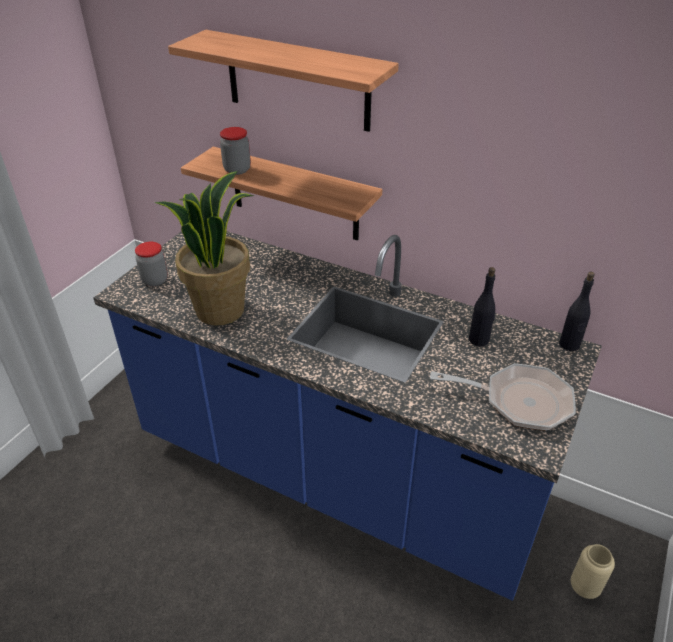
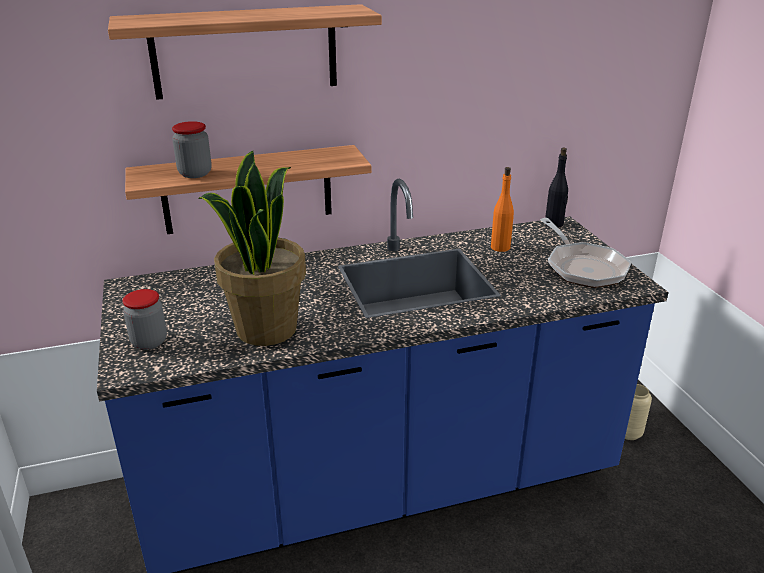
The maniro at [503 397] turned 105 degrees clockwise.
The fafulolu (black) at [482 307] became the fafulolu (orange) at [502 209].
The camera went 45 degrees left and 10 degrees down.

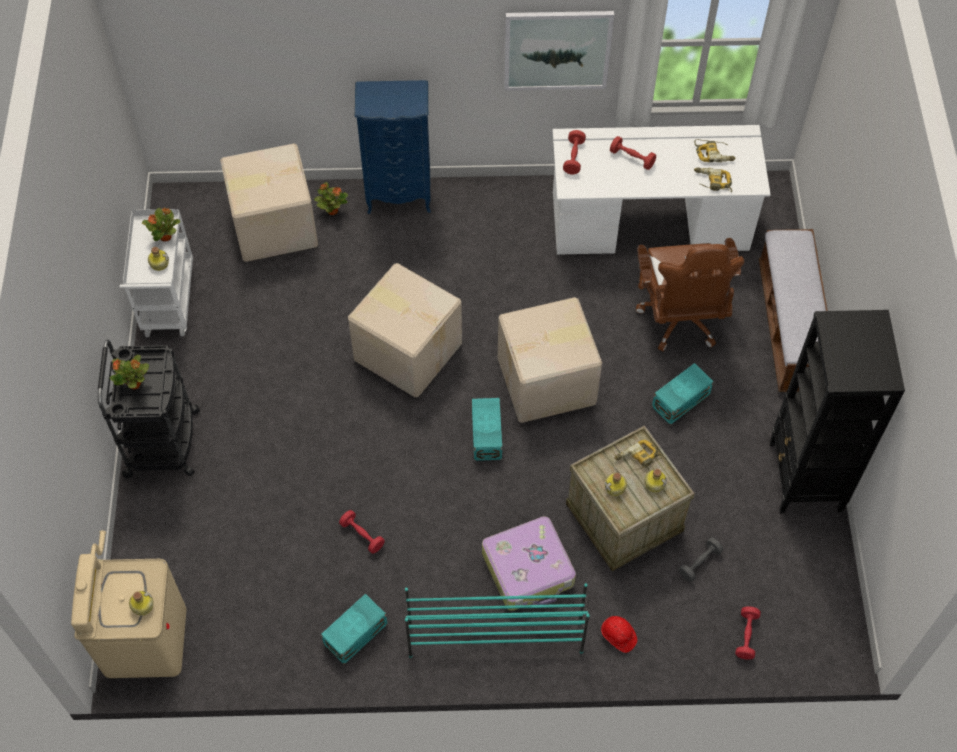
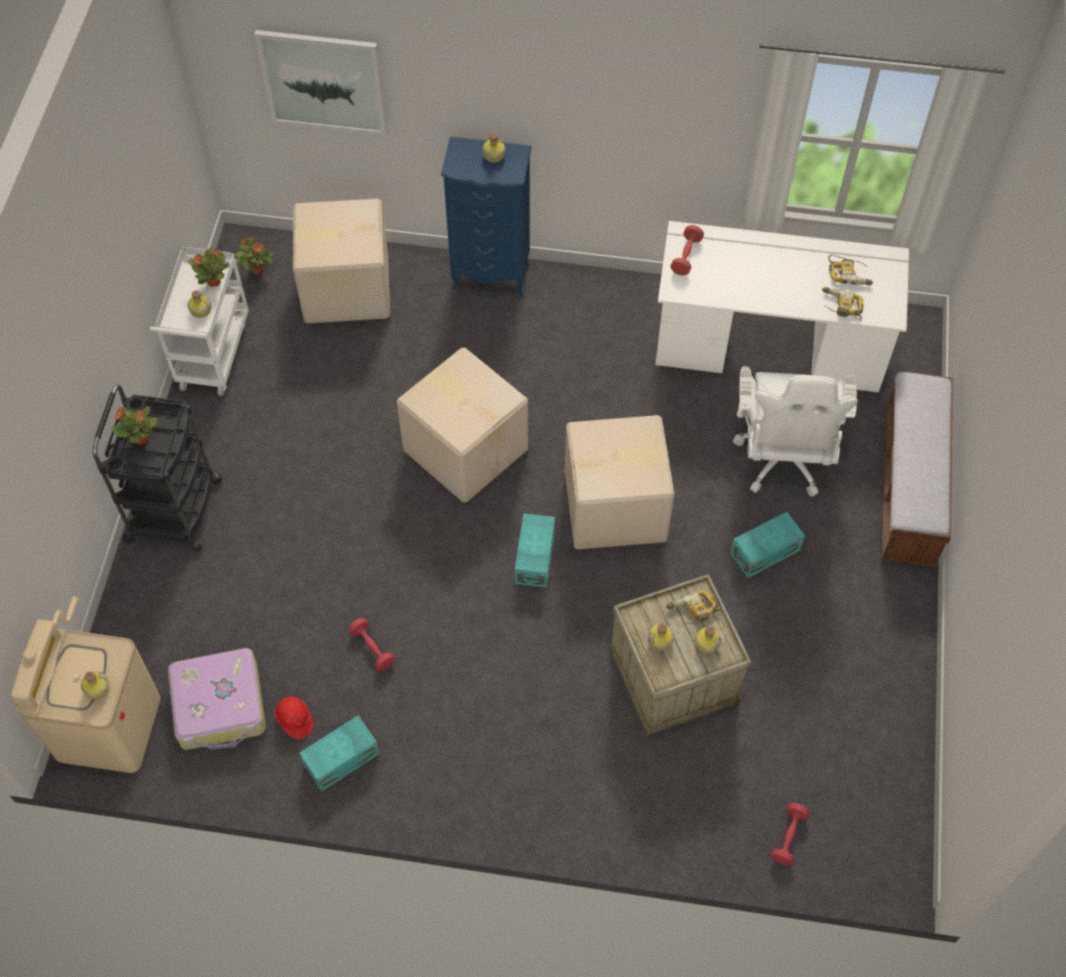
The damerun moved from [331 198] to [253 255].
The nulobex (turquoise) at [497 620] disappeared.
The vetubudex moved from [529 563] to [217 699].
The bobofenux moved from [559 51] to [320 83].
The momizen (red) moved from [619 634] to [294 718].
The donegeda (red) at [633 153] disappeared.
The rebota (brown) at [690 294] became the rebota (white) at [795 431].
The donegeda (grey) at [700 559] disappeared.
The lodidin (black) at [837 411] disappeared.
The fafulolu at [493 147] appeared.
The camera went 10 degrees right and 0 degrees up.

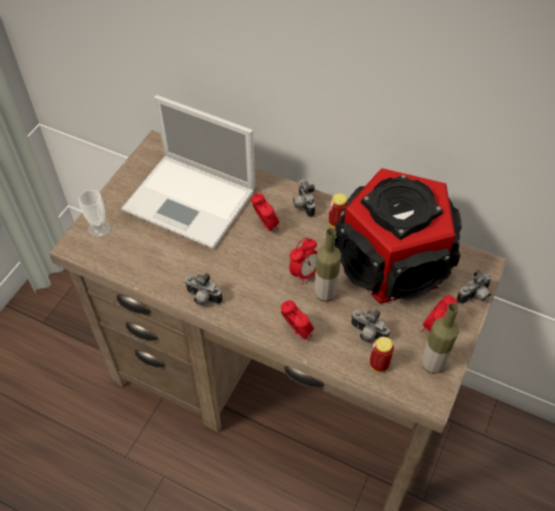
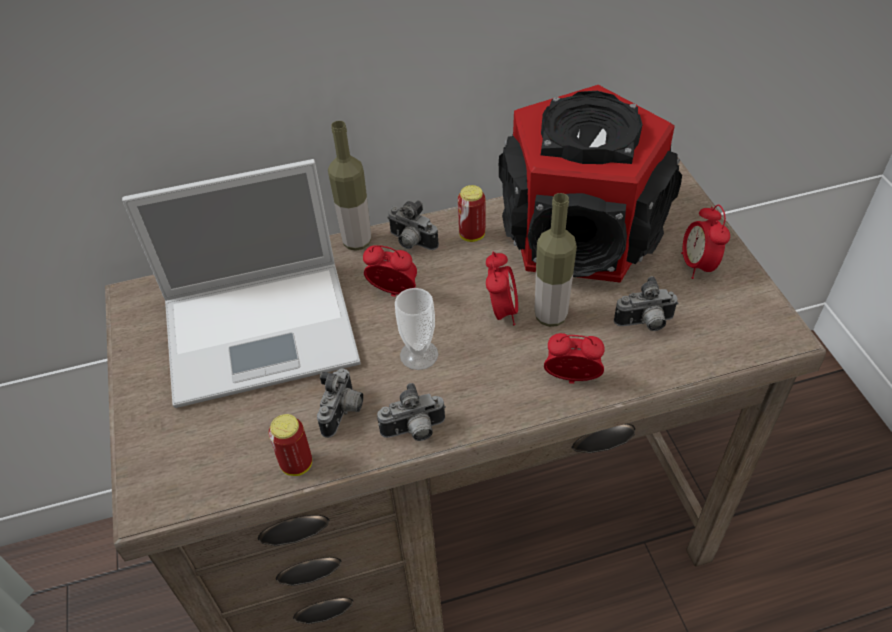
The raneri moved from [95 214] to [416 329].
The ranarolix moved from [382 354] to [290 445].
The fafulolu moved from [440 338] to [349 186].
The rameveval moved from [474 286] to [340 403].
The camera went 40 degrees left and 5 degrees down.

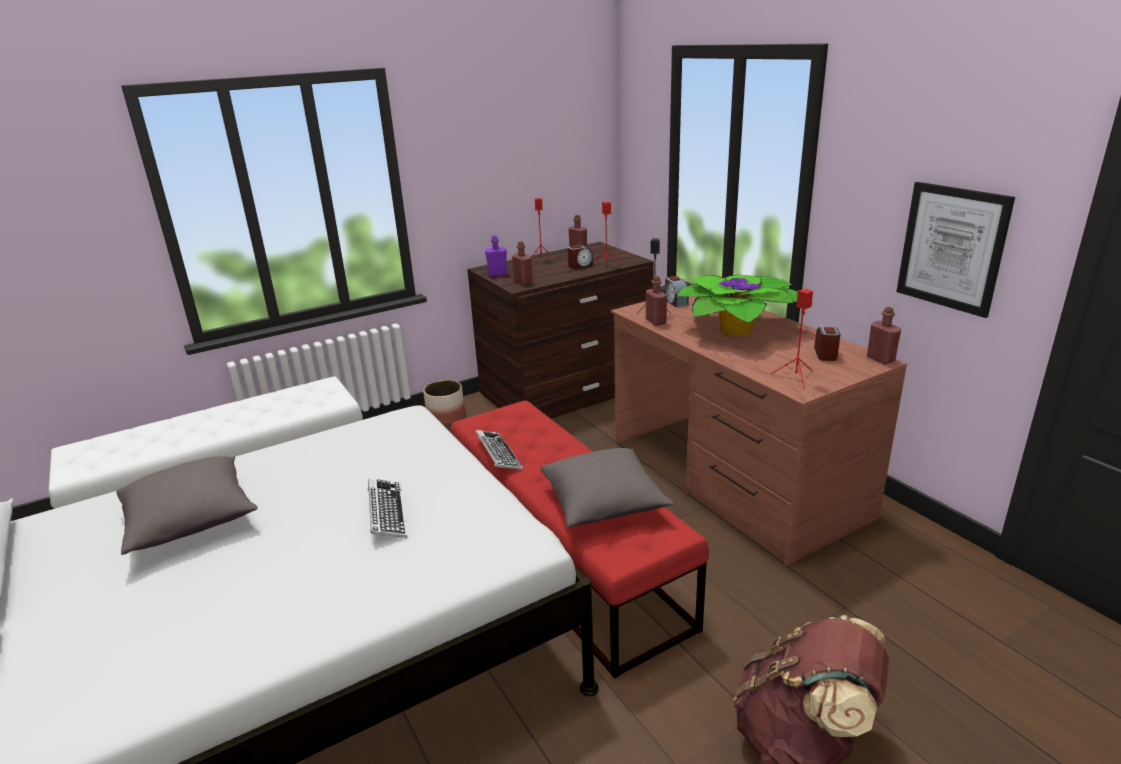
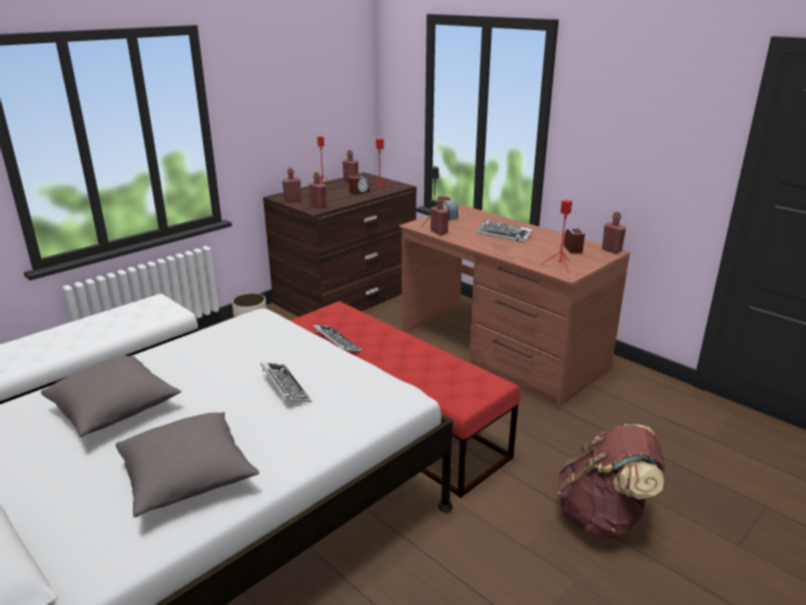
The fafulolu (purple) at [496 256] became the fafulolu (red) at [291 185].
The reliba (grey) moved from [607 488] to [187 465].
The damerun at [744 305] was replaced by the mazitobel at [504 231].
The bobofenux at [956 250] disappeared.
The camera went 15 degrees left and 0 degrees up.

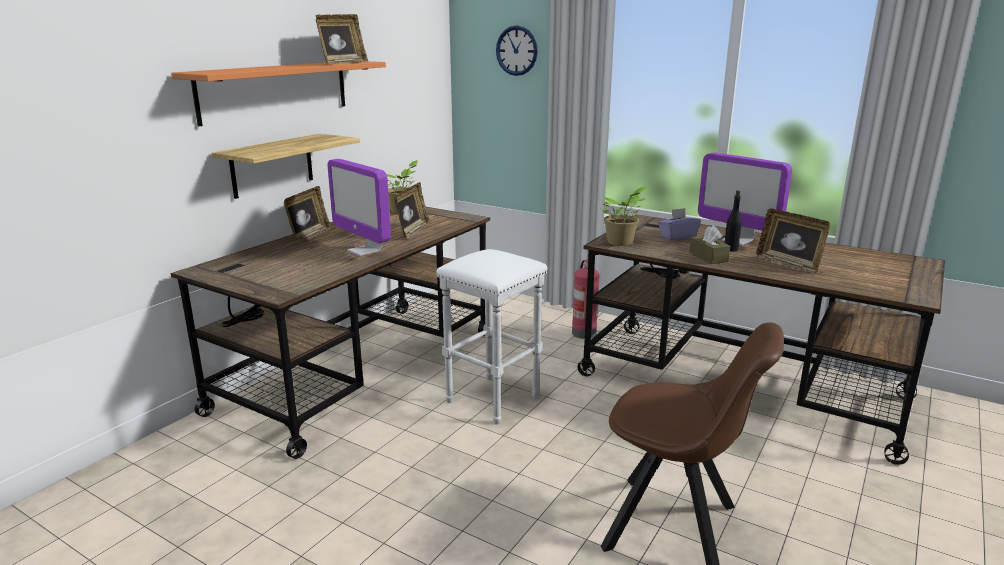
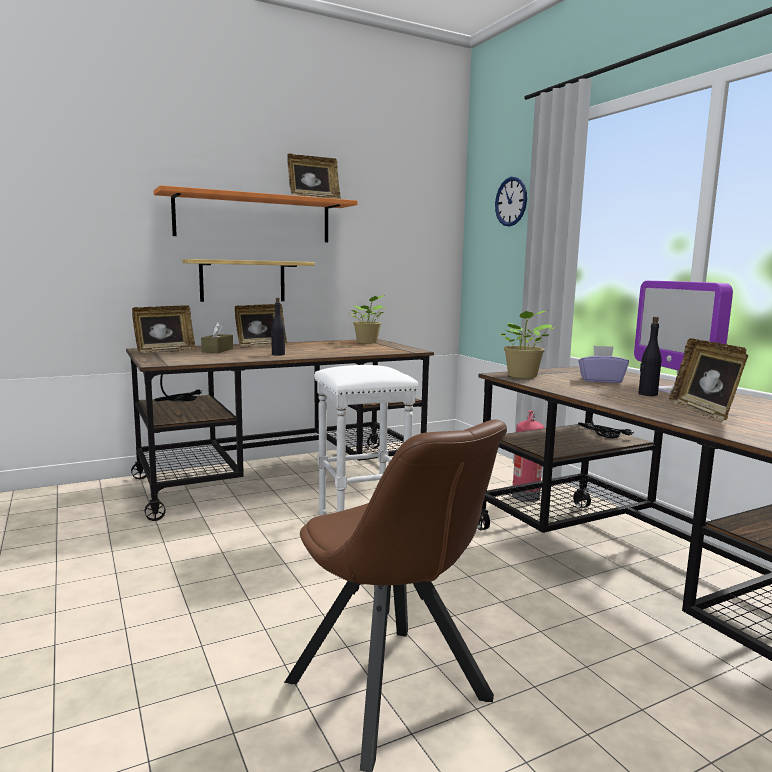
The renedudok at [359 207] was replaced by the fafulolu (black) at [278 327].
The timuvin moved from [412 210] to [164 329].
The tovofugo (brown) moved from [709 245] to [217 337].
The camera went 30 degrees right and 10 degrees down.

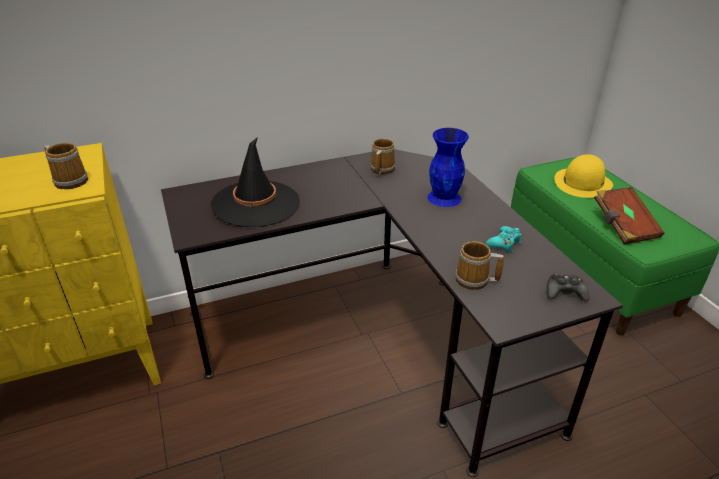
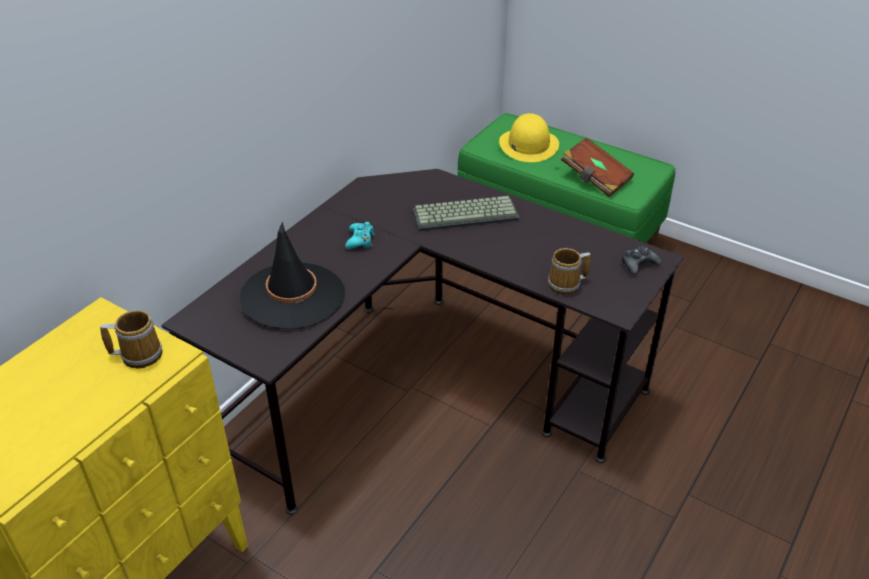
The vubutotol at [383 156] disappeared.
The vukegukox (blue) at [448 167] was replaced by the mazitobel at [466 213].
The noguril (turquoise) moved from [504 239] to [359 235].
The camera went 35 degrees left and 5 degrees up.

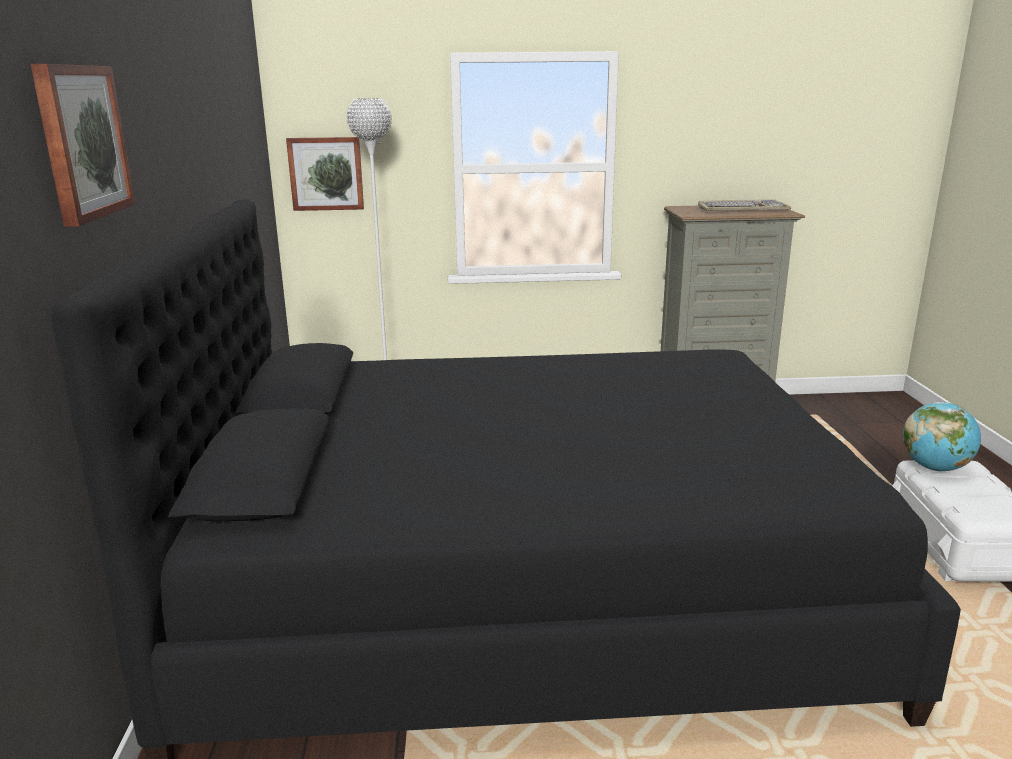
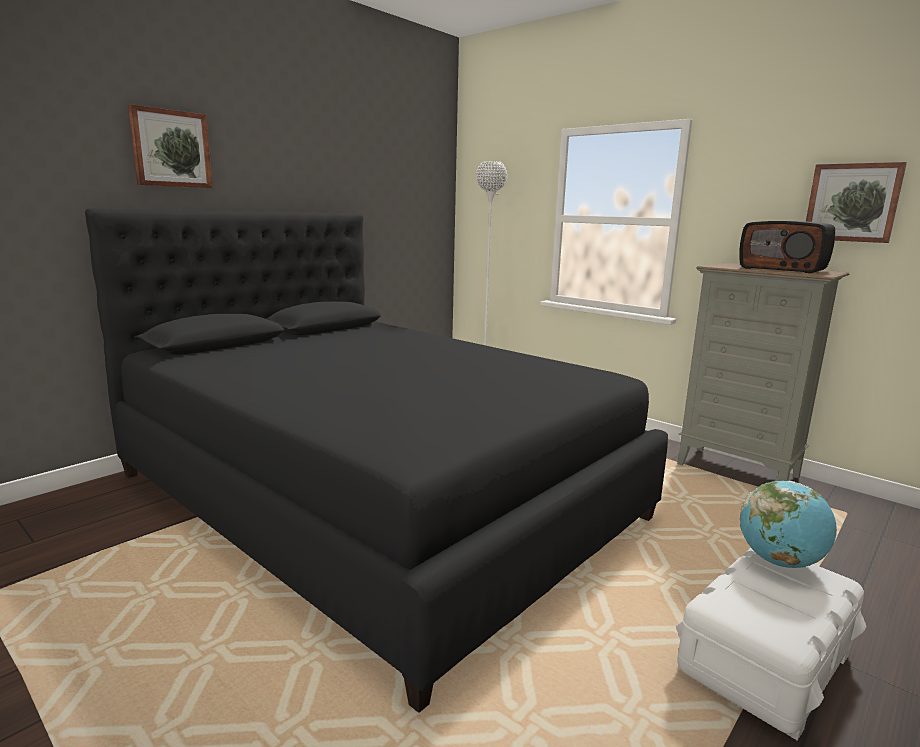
The bobofenux moved from [325 174] to [856 202].
The mazitobel at [744 205] was replaced by the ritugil at [787 247].
The camera went 45 degrees right and 5 degrees down.

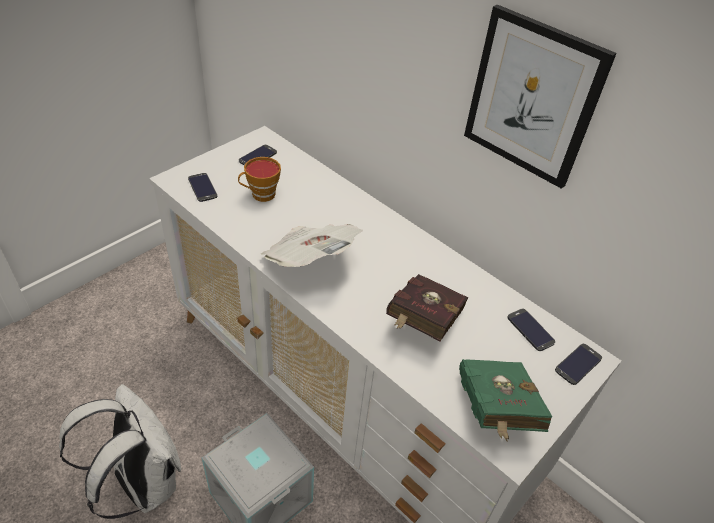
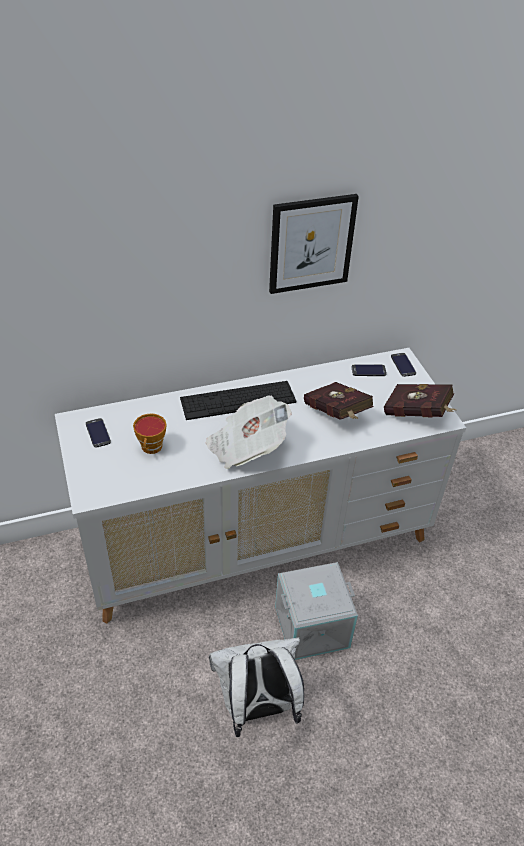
The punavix at [202 187] disappeared.
The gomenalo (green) at [505 400] became the gomenalo (red) at [419 401].
The mazitobel at [238 400] appeared.
The camera went 60 degrees left and 0 degrees up.

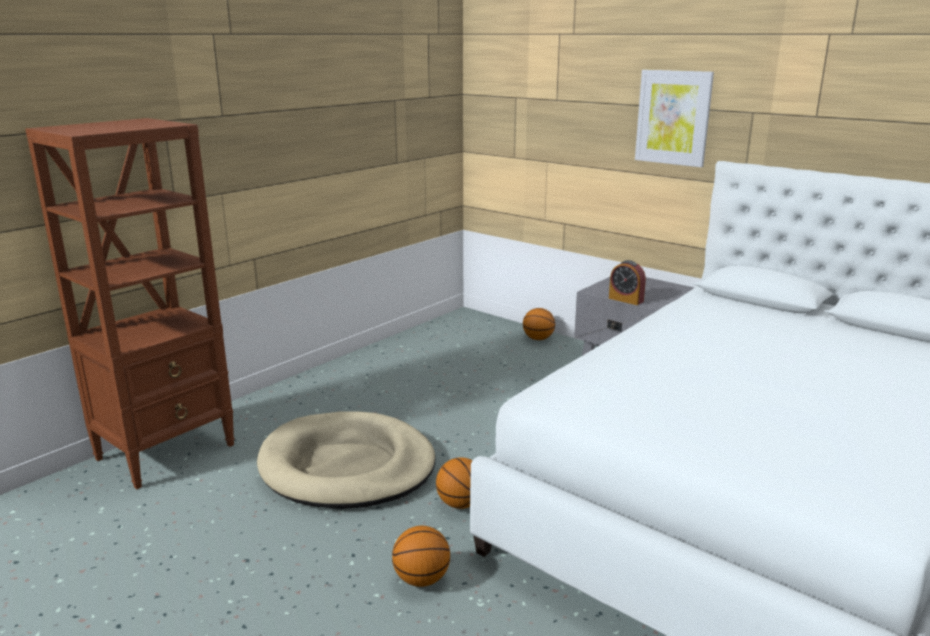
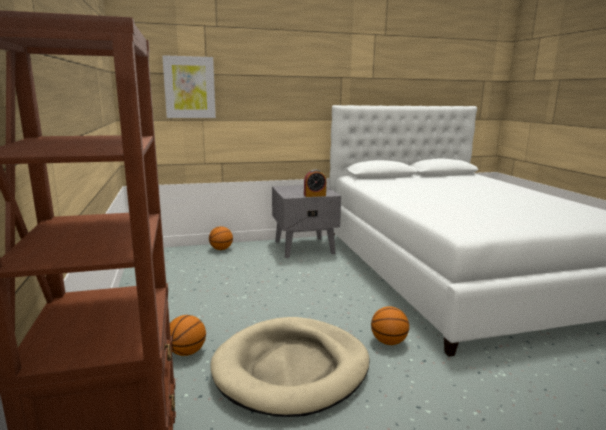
The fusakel moved from [421 556] to [188 335].
The bobofenux moved from [674 118] to [189 86].
The camera went 55 degrees left and 5 degrees down.

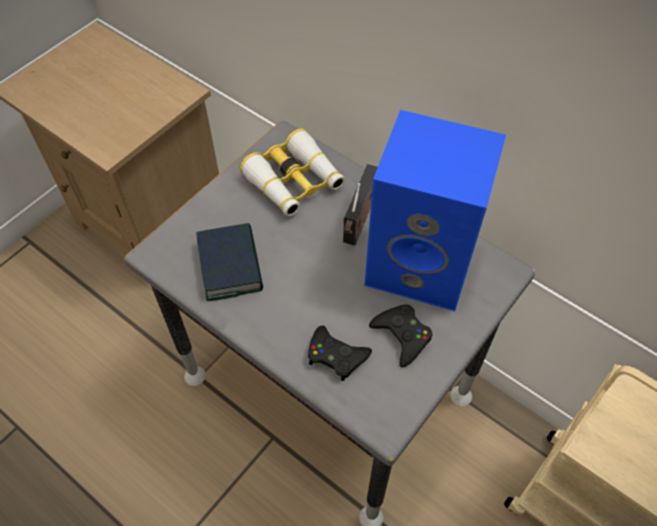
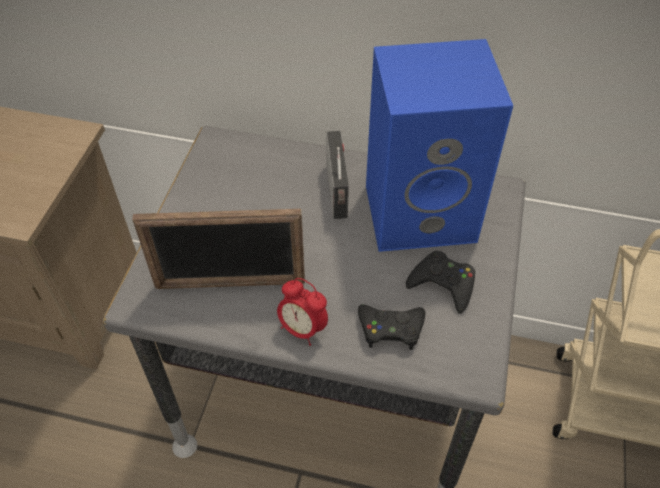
The gomenalo at [229 262] was replaced by the timuvin at [218 249].
The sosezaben at [292 172] disappeared.
The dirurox at [302 312] appeared.
The camera went 25 degrees left and 5 degrees down.

